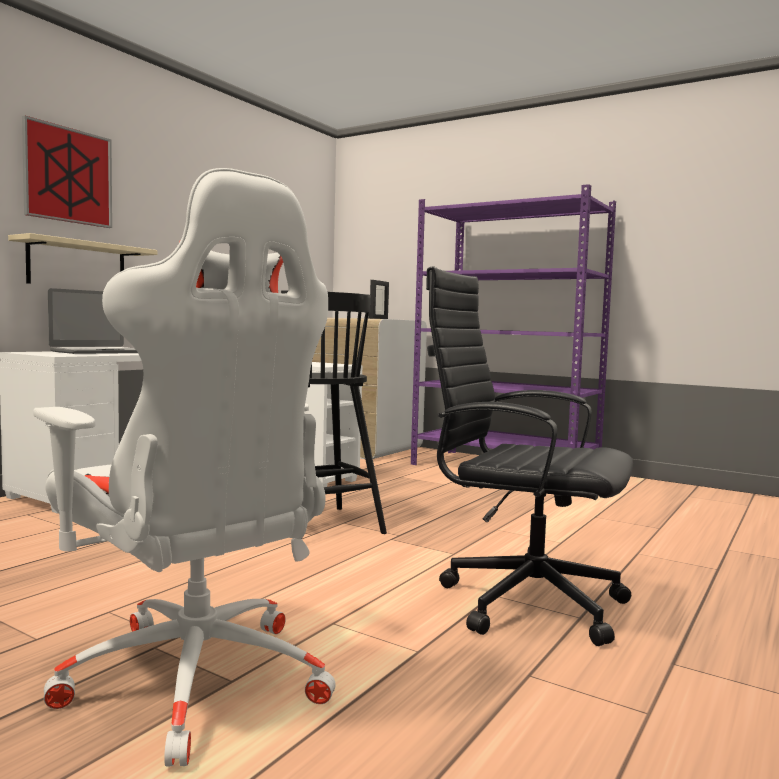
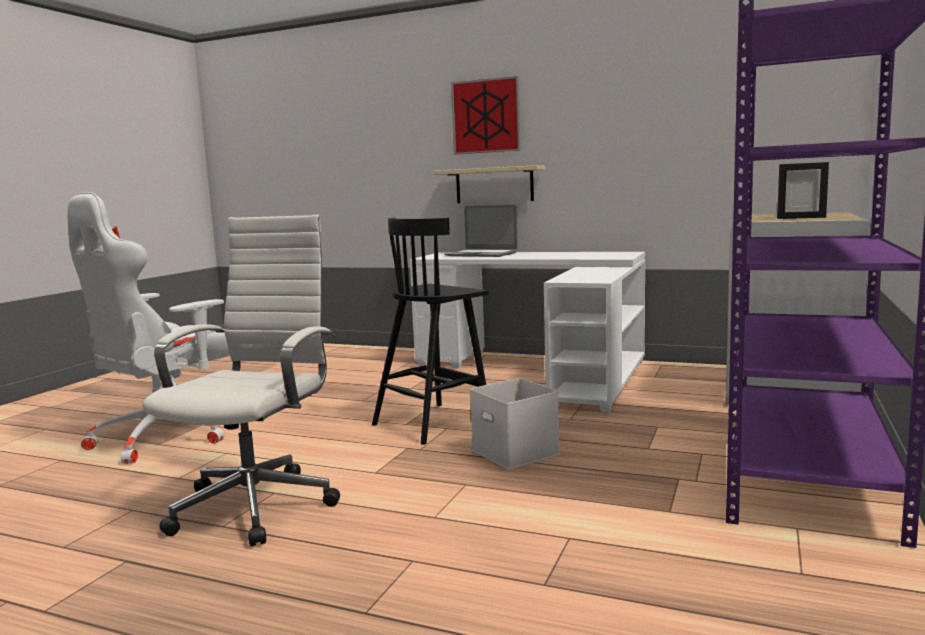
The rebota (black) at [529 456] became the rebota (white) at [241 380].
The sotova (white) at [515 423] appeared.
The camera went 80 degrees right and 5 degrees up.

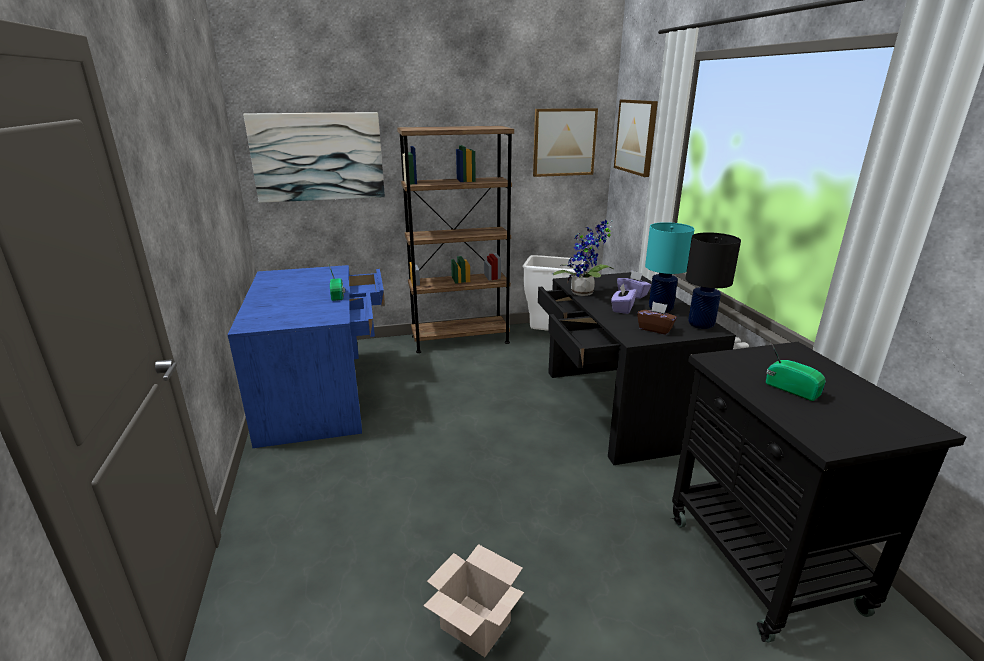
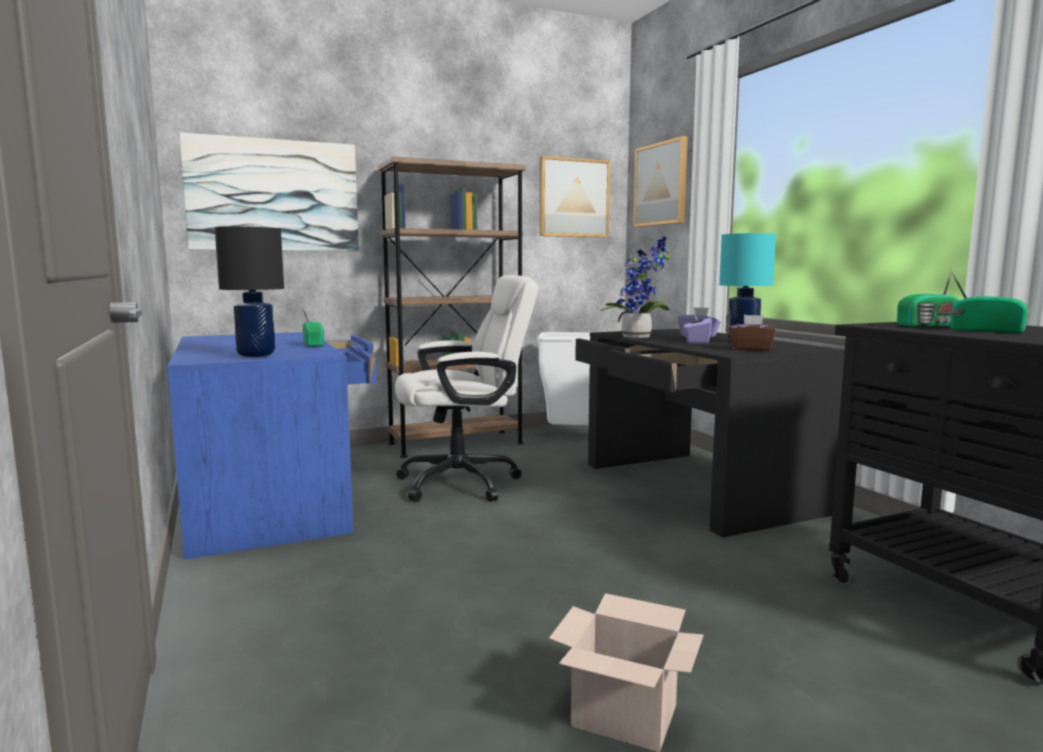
The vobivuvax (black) moved from [713 280] to [249 291].
The rebota (white) at [466 388] appeared.
The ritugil at [928 297] appeared.
The camera went 10 degrees left and 15 degrees down.

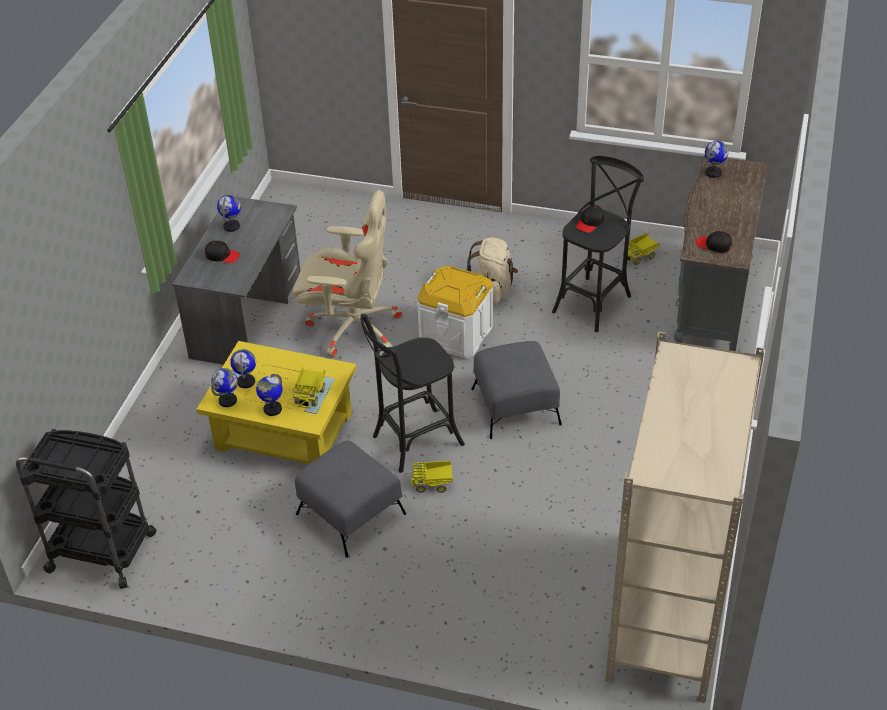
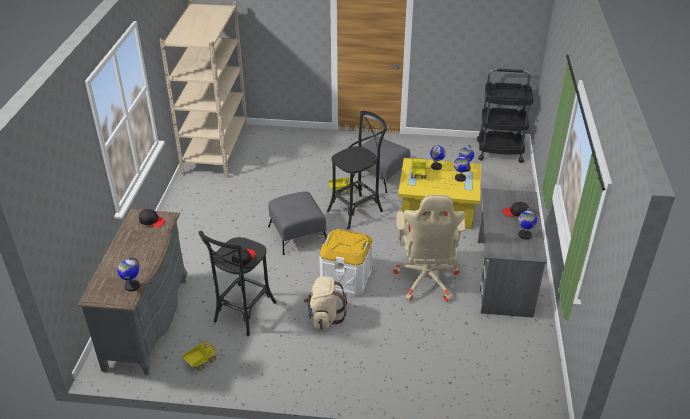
The rebota (beige) at [347 273] turned 90 degrees counterclockwise.
The camera went 170 degrees right and 5 degrees down.

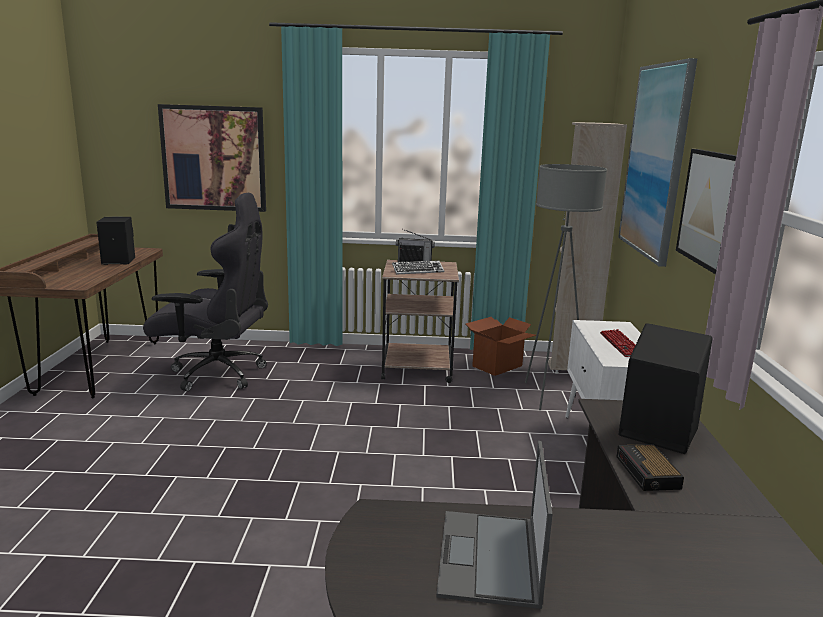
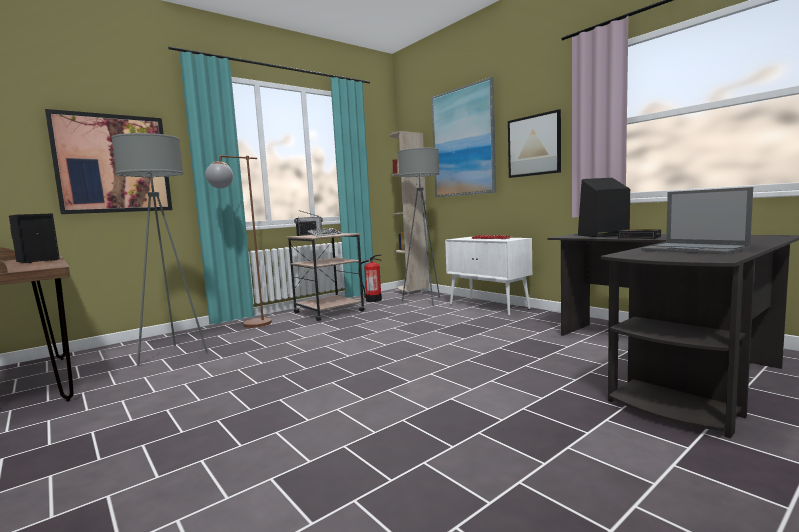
The rebota (black) at [205 292] was replaced by the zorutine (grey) at [159 249].
The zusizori at [501 346] was replaced by the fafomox at [370 278].
The zorutine (brown) at [238 241] appeared.
The camera went 40 degrees left and 10 degrees down.

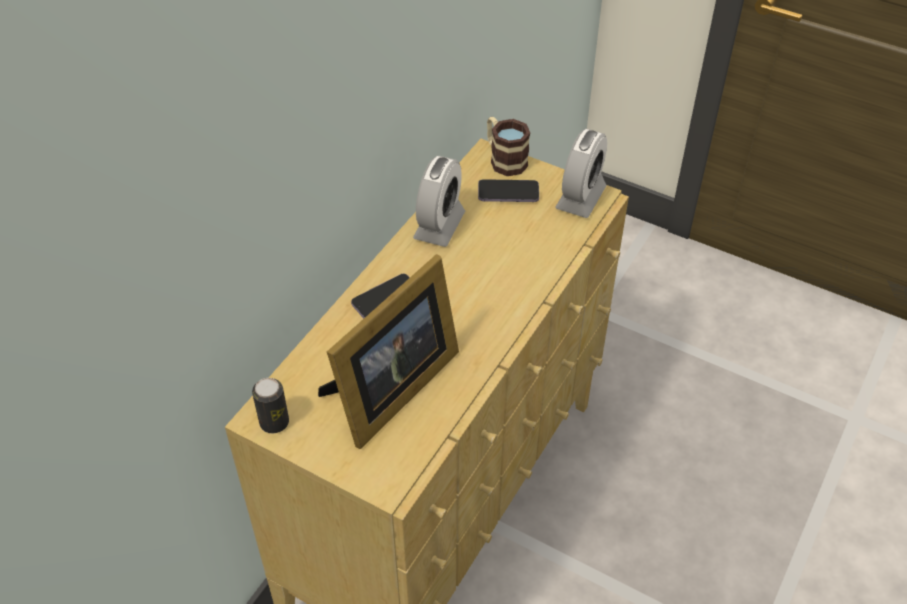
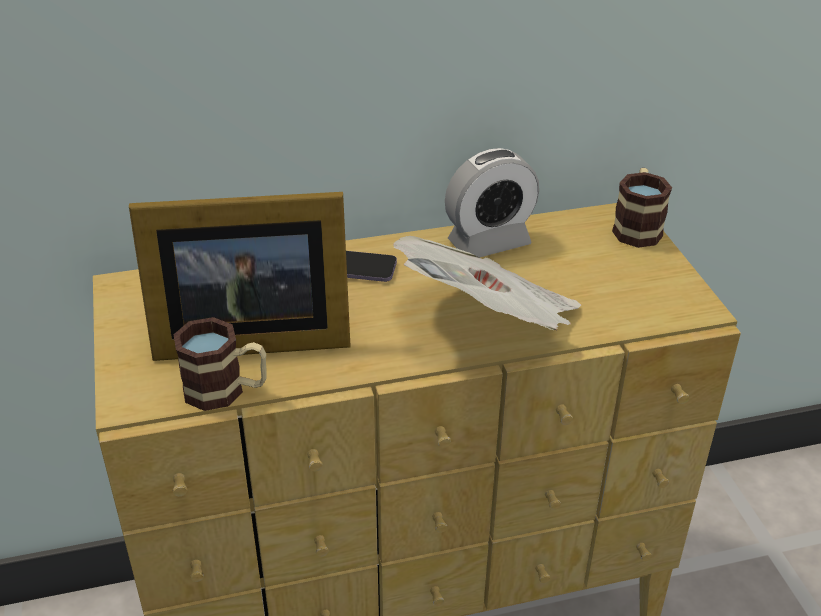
The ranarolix at [270 405] disappeared.
The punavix at [508 190] disappeared.
The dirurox at [581 173] disappeared.
The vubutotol at [220 364] appeared.
The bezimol at [487 283] appeared.
The camera went 45 degrees right and 10 degrees down.

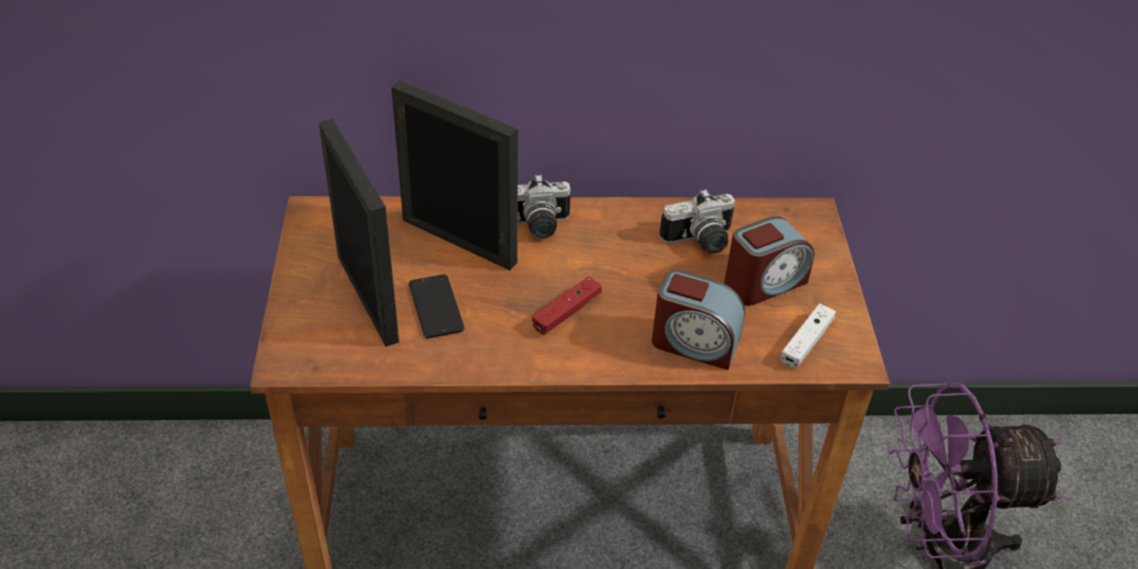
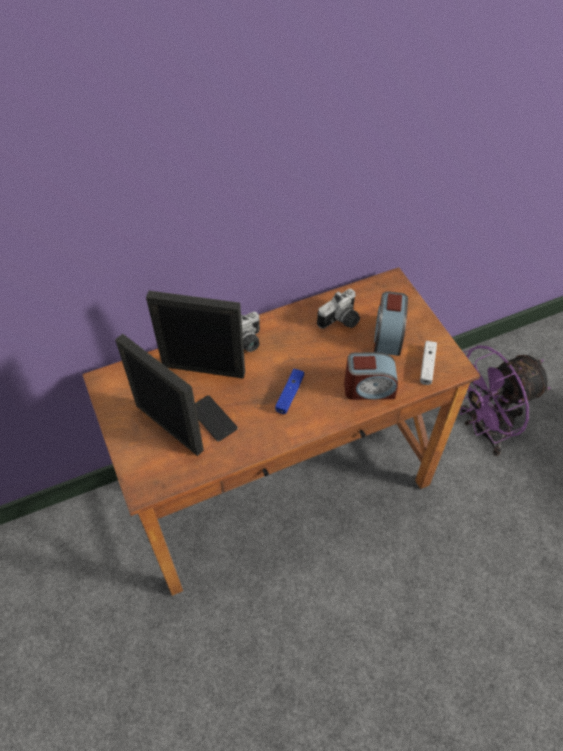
The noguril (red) at [567 306] became the noguril (blue) at [289 391].
The dirurox at [769 261] turned 150 degrees clockwise.
The camera went 20 degrees left and 10 degrees up.

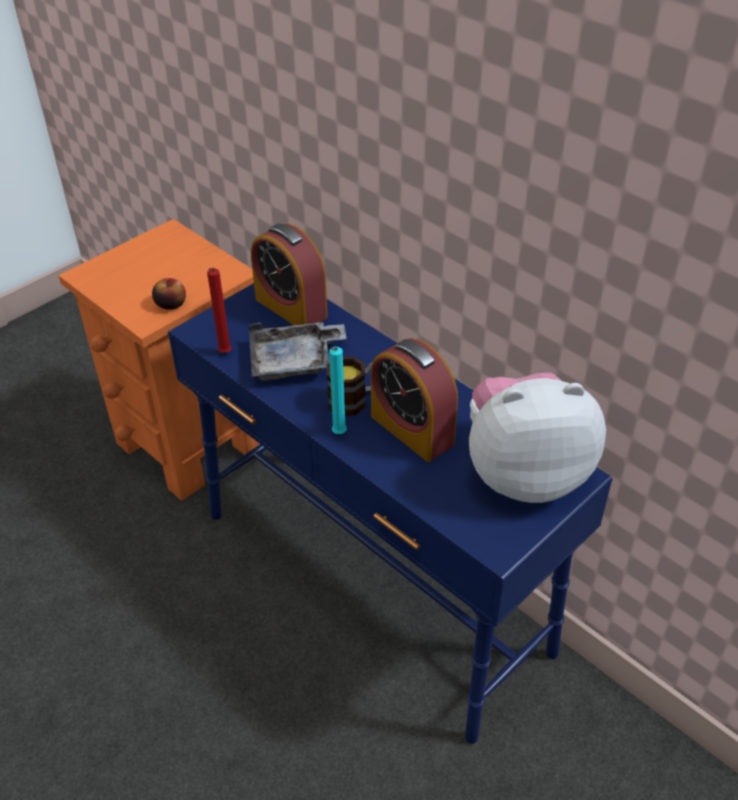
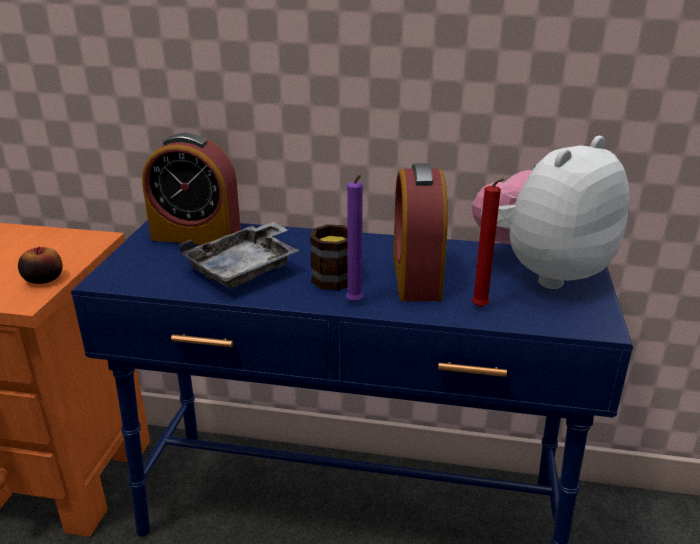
The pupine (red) moved from [219 310] to [488 242].
The pupine (turquoise) at [338 390] became the pupine (purple) at [354 238].
The dirurox at [414 400] turned 75 degrees clockwise.
The camera went 35 degrees left and 15 degrees down.

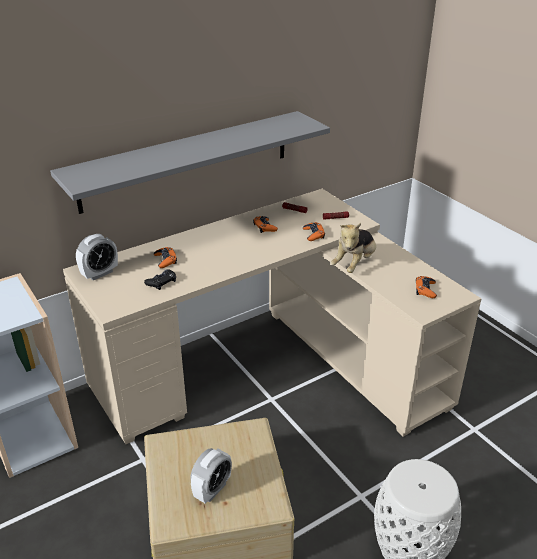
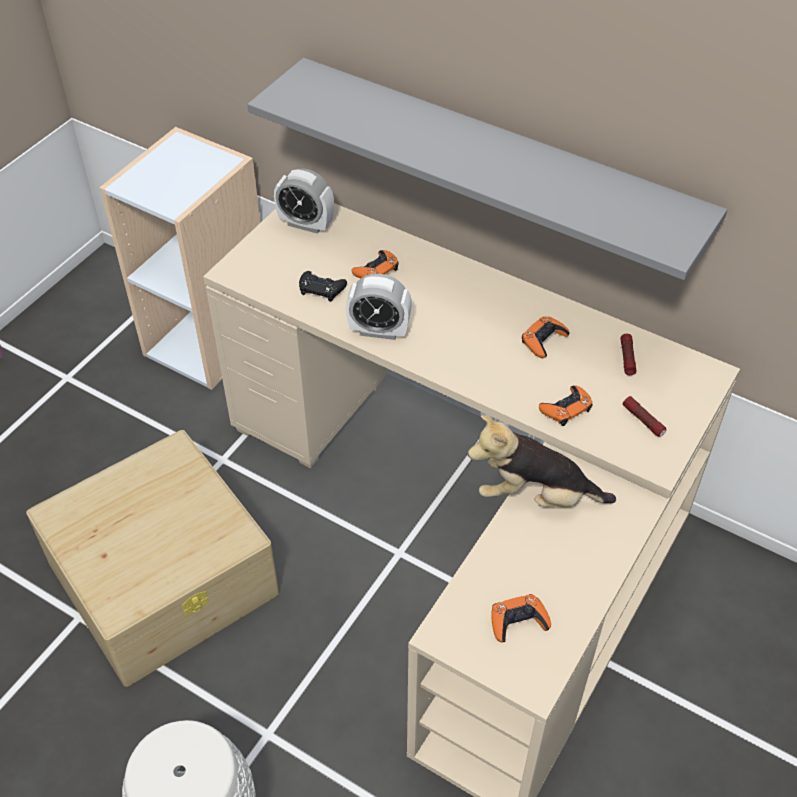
The dirurox moved from [211 475] to [379 307].
The camera went 65 degrees right and 15 degrees up.

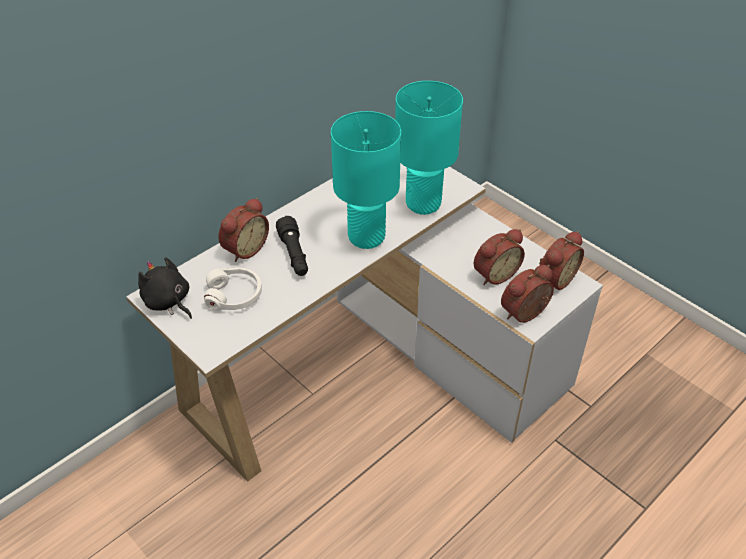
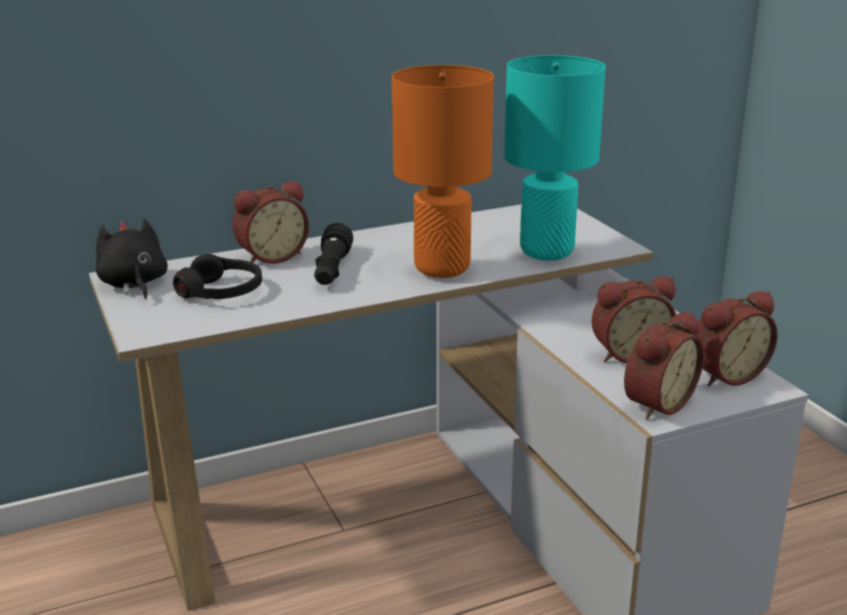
The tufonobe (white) at [233 288] became the tufonobe (black) at [217 276].
The vobivuvax (turquoise) at [366 180] became the vobivuvax (orange) at [443 171].
The dirurox at [527 294] turned 150 degrees clockwise.
The camera went 20 degrees right and 20 degrees down.

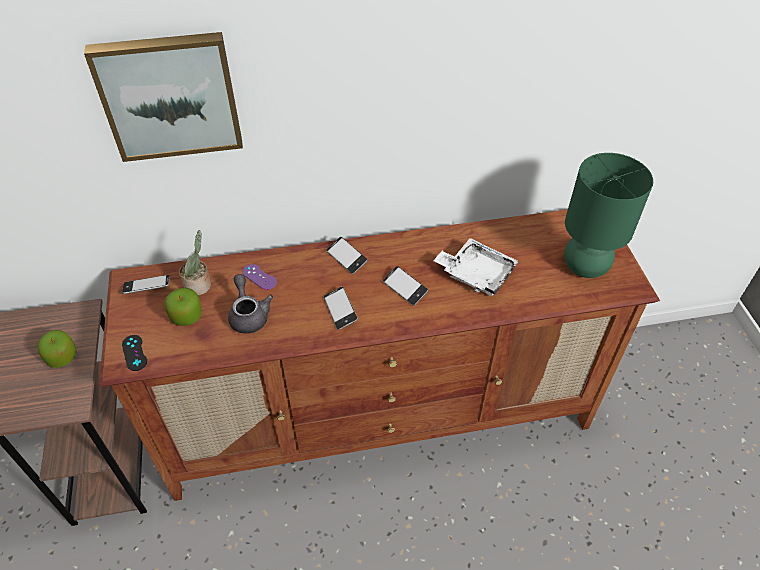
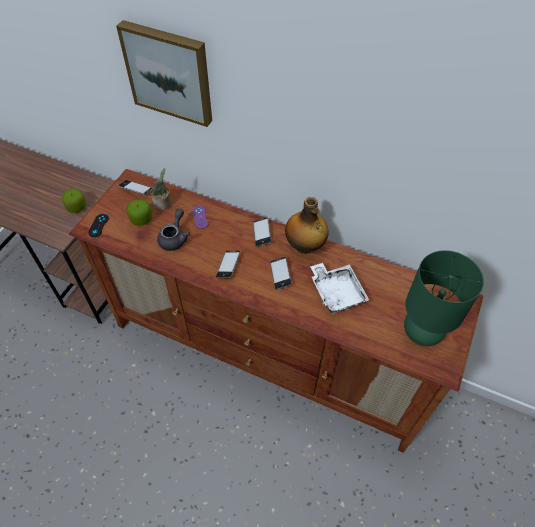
The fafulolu at [307 225] appeared.
The camera went 35 degrees right and 5 degrees up.

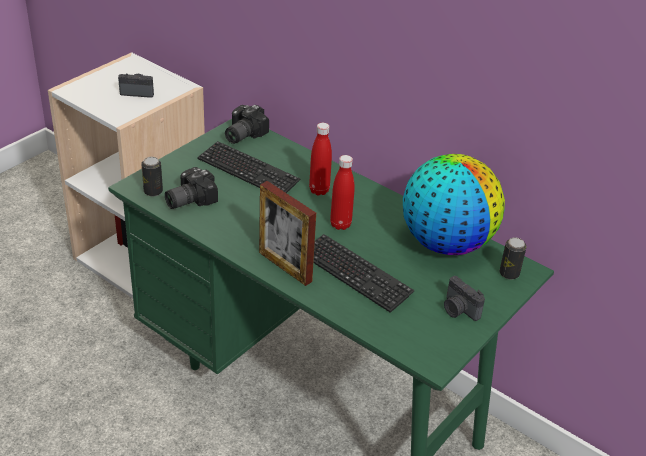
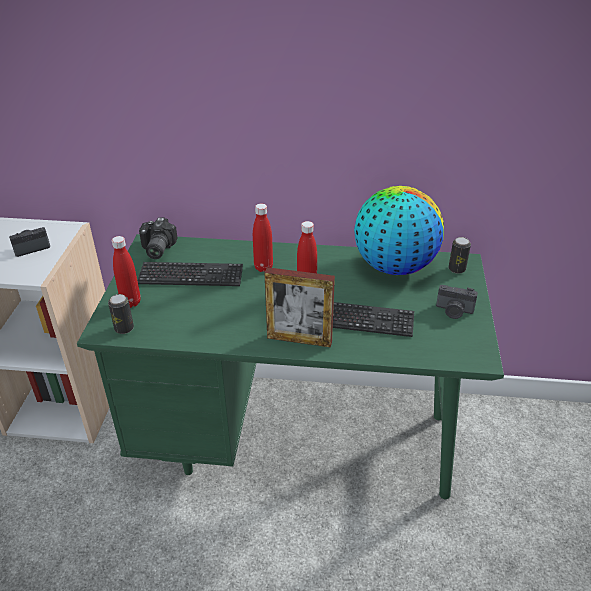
The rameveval at [191 188] disappeared.
The fafulolu (red) at [126 272] appeared.
The camera went 30 degrees left and 0 degrees up.

